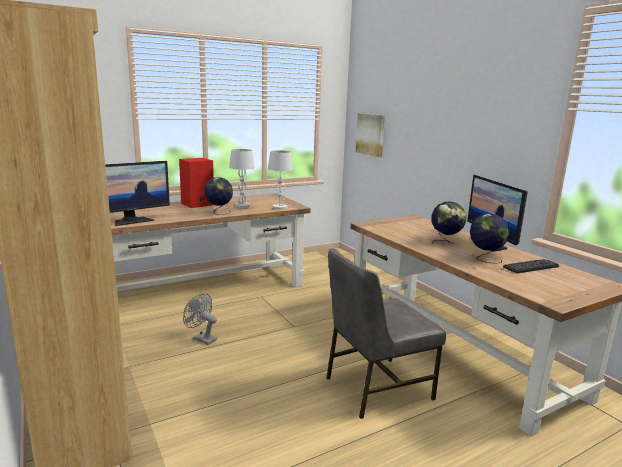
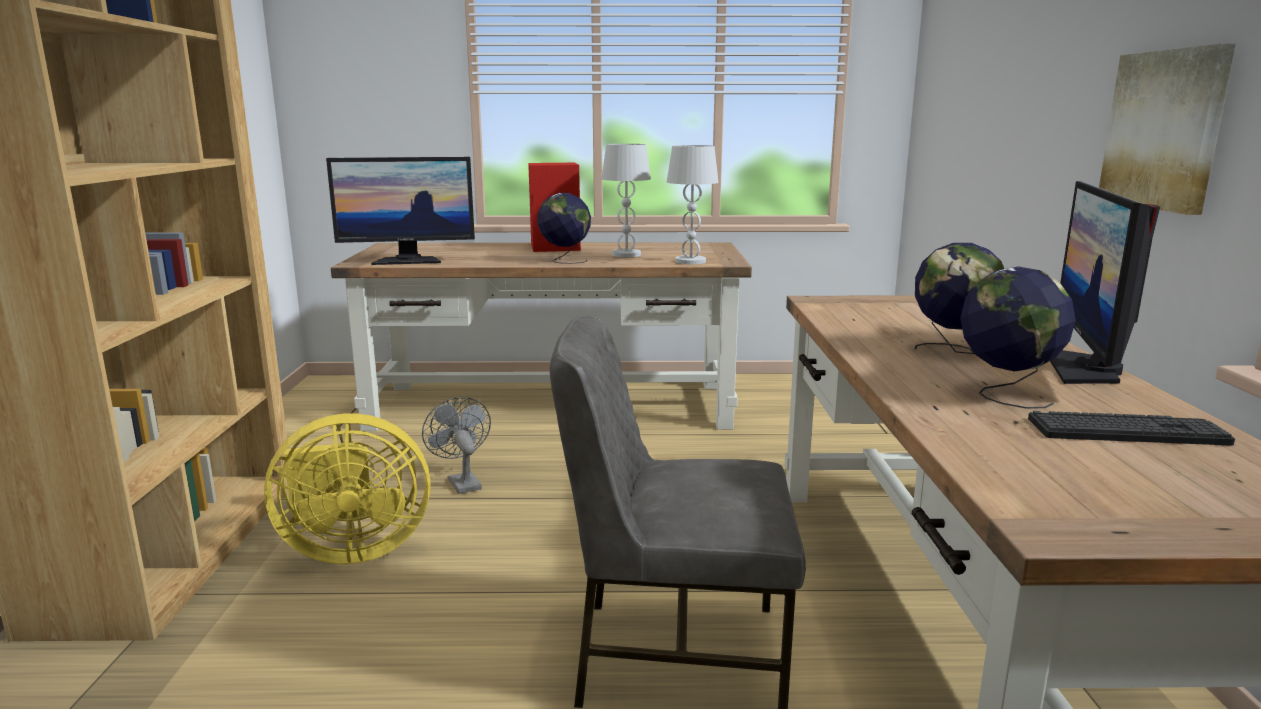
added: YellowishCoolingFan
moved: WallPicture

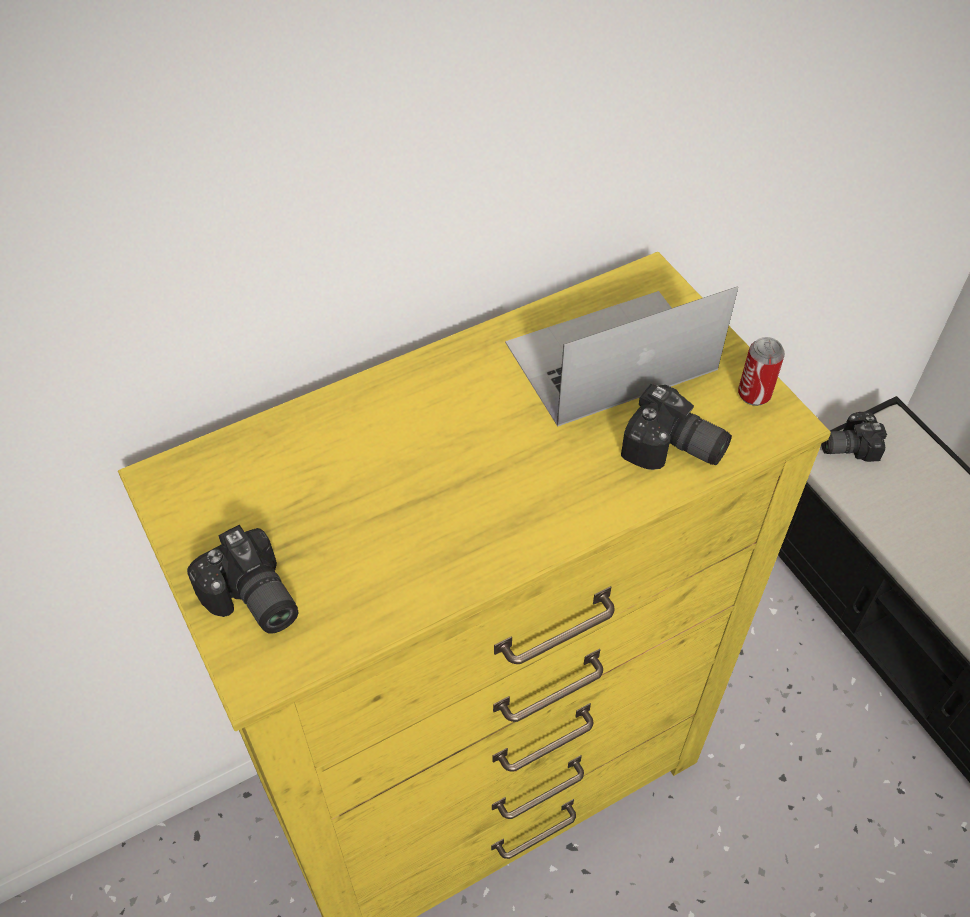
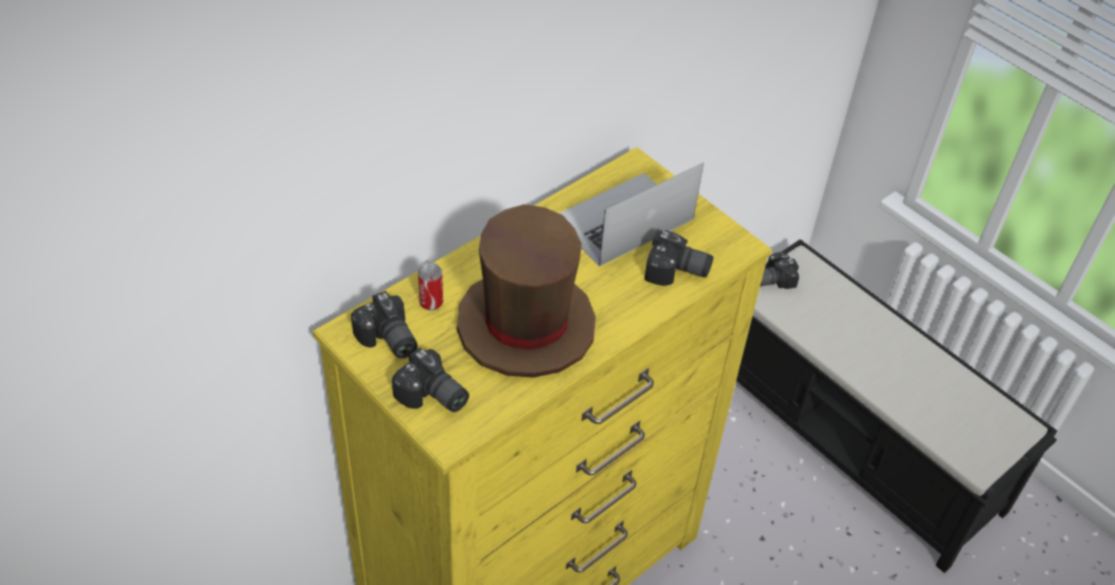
added: PhotoCamera (1st from left); BrownishWearableHat
moved: SealedCan

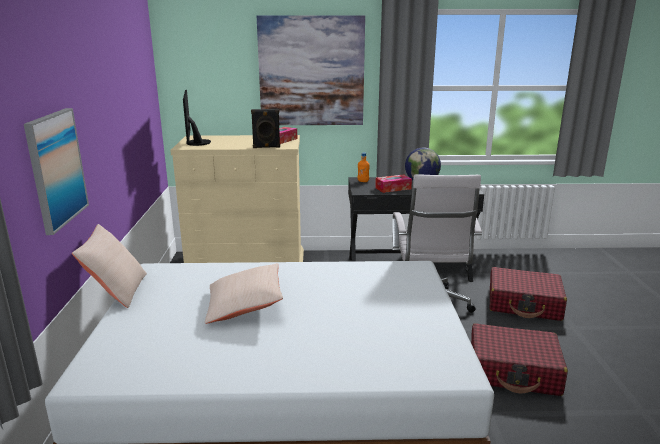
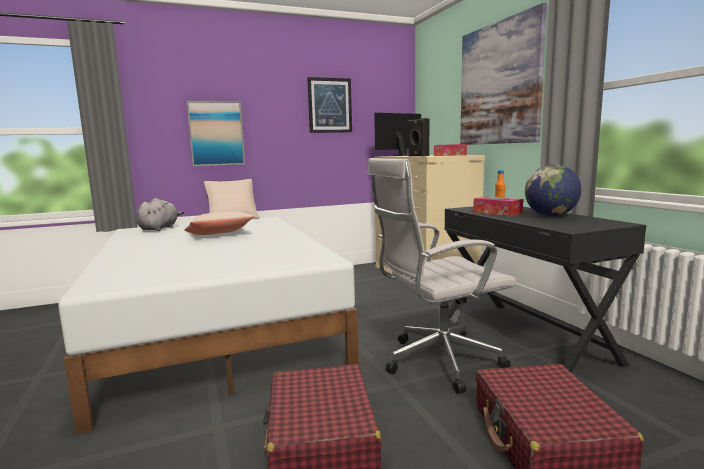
added: GreyishPlushToy; WallPicture (2nd from left)

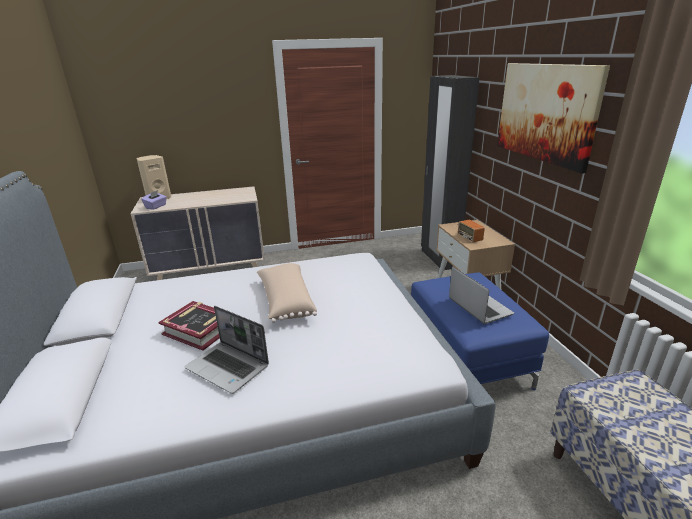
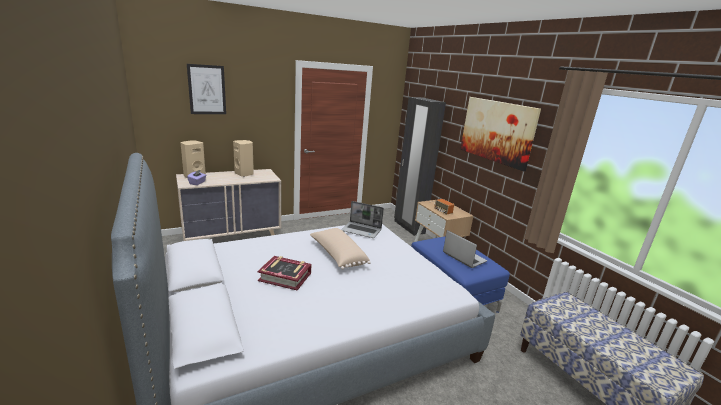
added: WallPicture (1st from left); BeigeLoudspeaker (2nd from left)
moved: Laptop (1st from left)

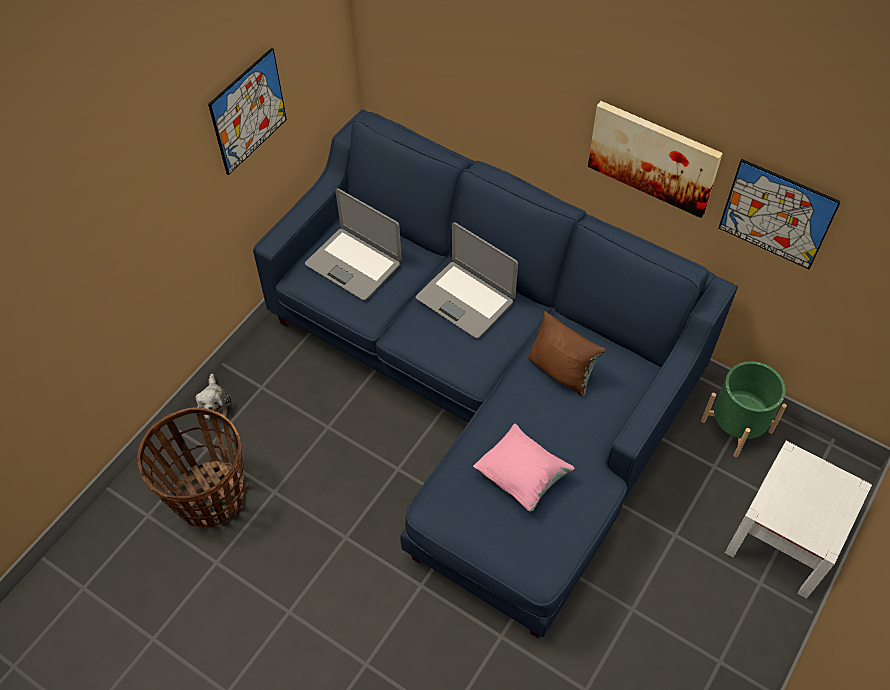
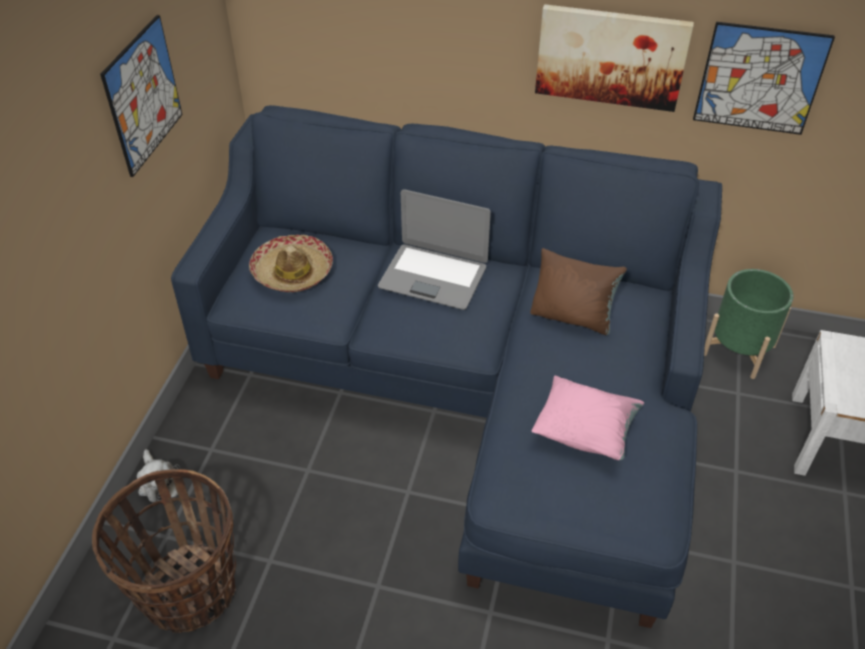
replaced: Laptop (1st from left) to WearableHat

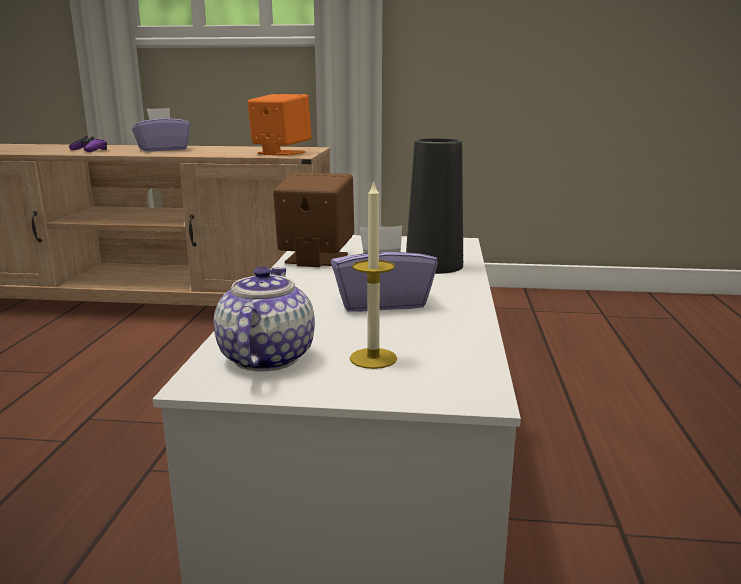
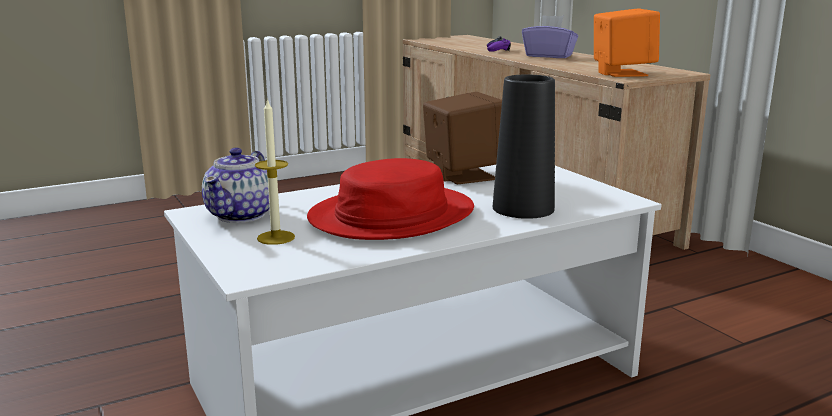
replaced: PurpleColouredBoxOfTissues (2nd from left) to ReddishWearableHat
turned: Teapot 135 degrees clockwise

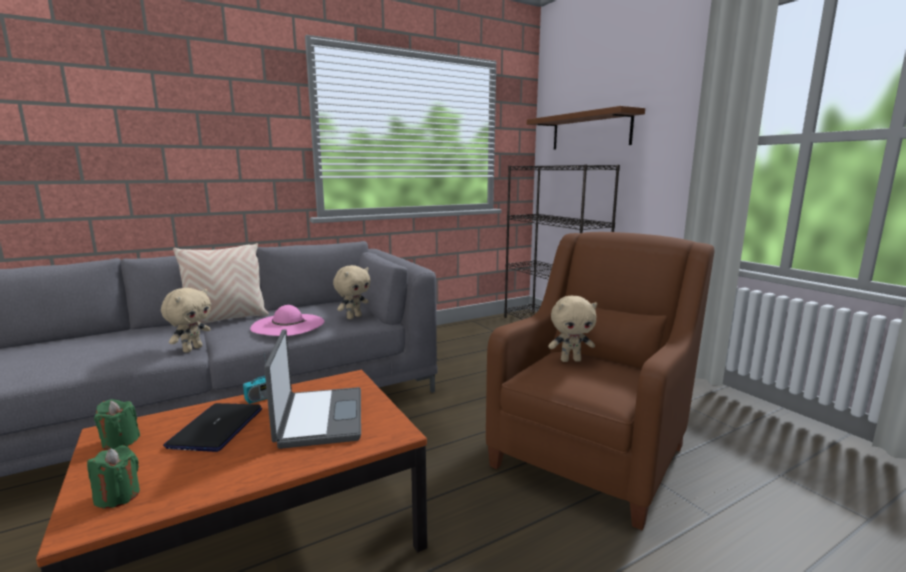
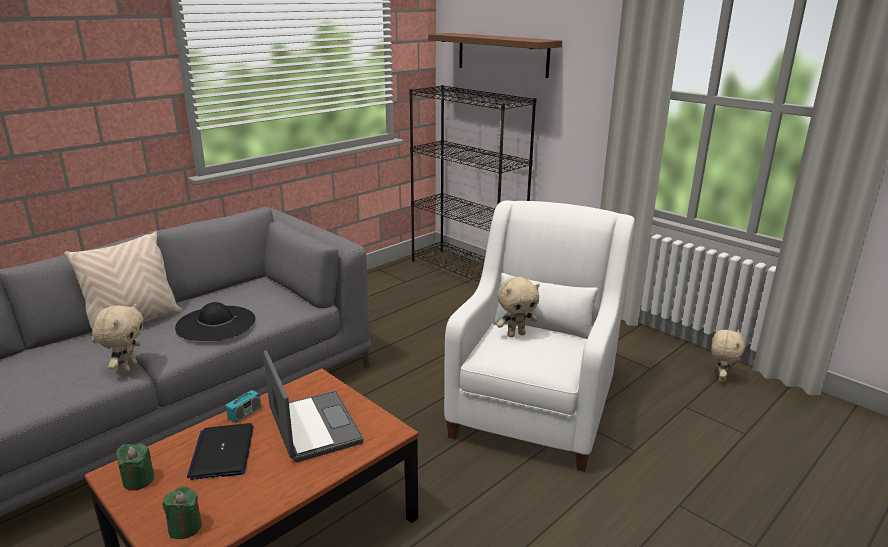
moved: BeigePlushToy (2nd from left in the first image) to BeigePlushToy (3rd from left)
recoloured: PinkWearableHat to BlackColouredWearableHat; BrownishLoungeChair to WhiteLoungeChair

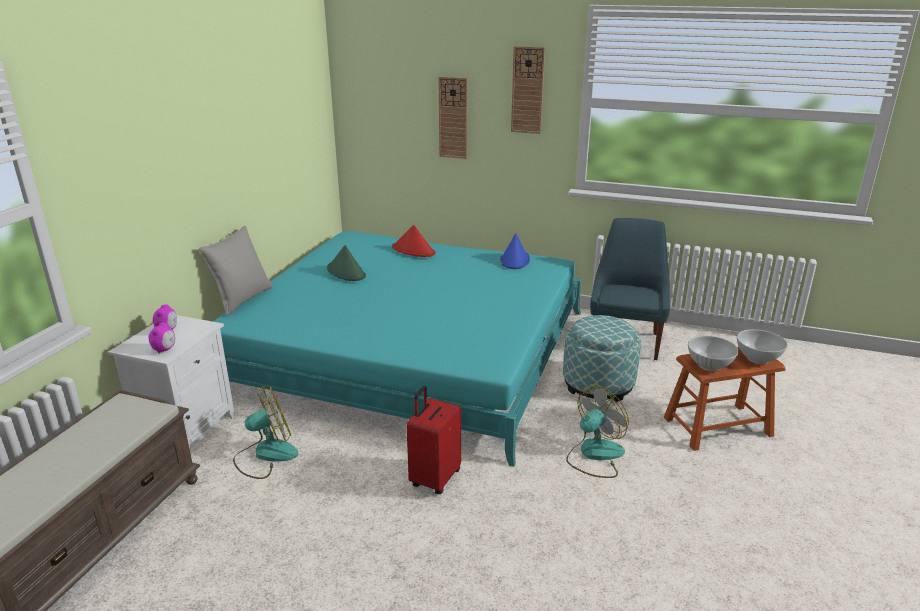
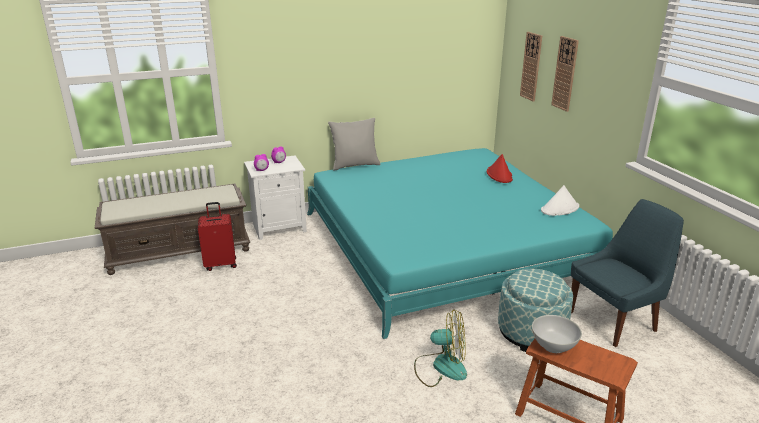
removed: CoolingFan (1st from left); GreenishWearableHat; WhiteBowl (2nd from left)
moved: ReddishPieceOfLuggage; HangingClock (2nd from left in the first image) to HangingClock (1st from left)
recoloured: BluishWearableHat to WhiteWearableHat

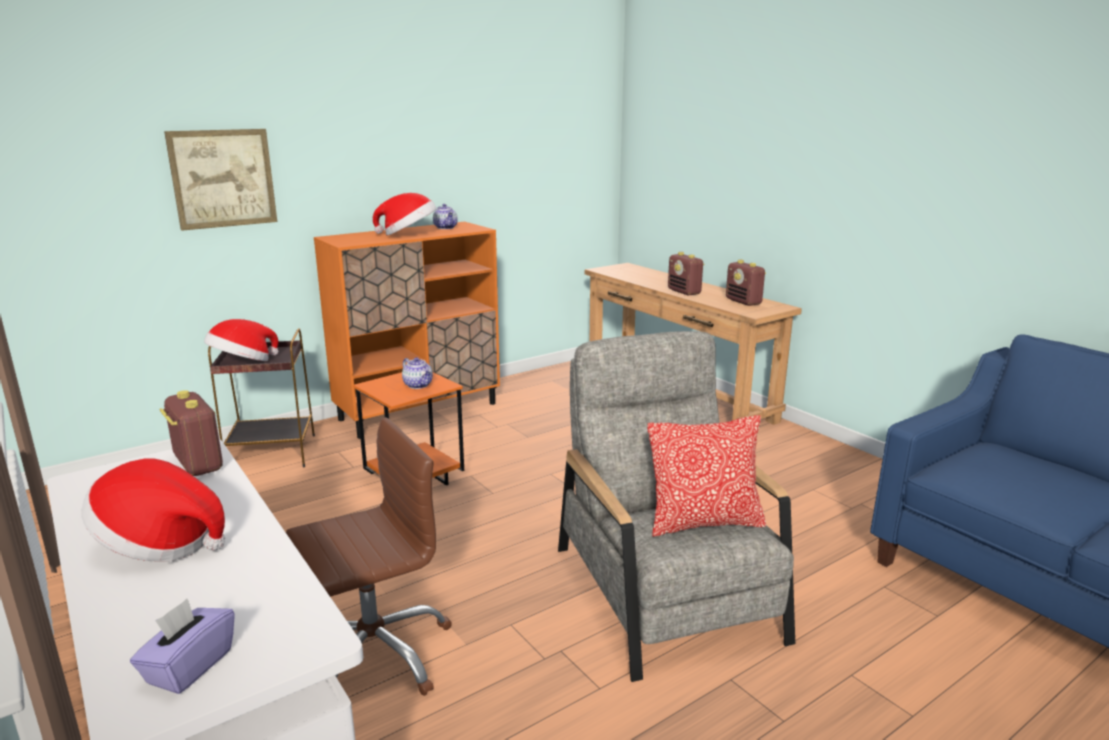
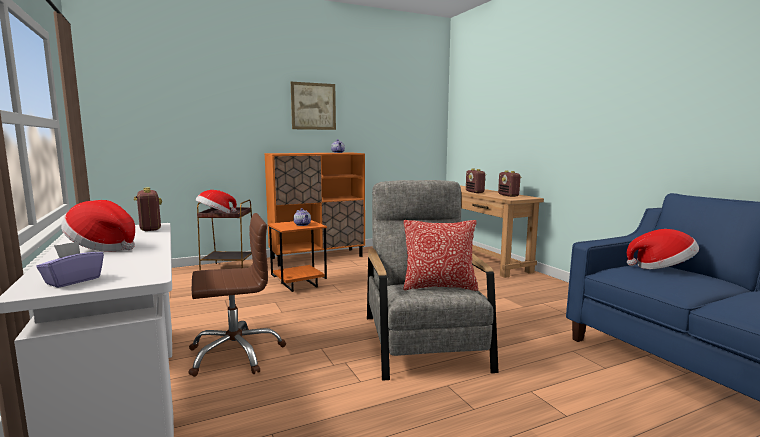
moved: WallPicture; WearableHat (3rd from left)

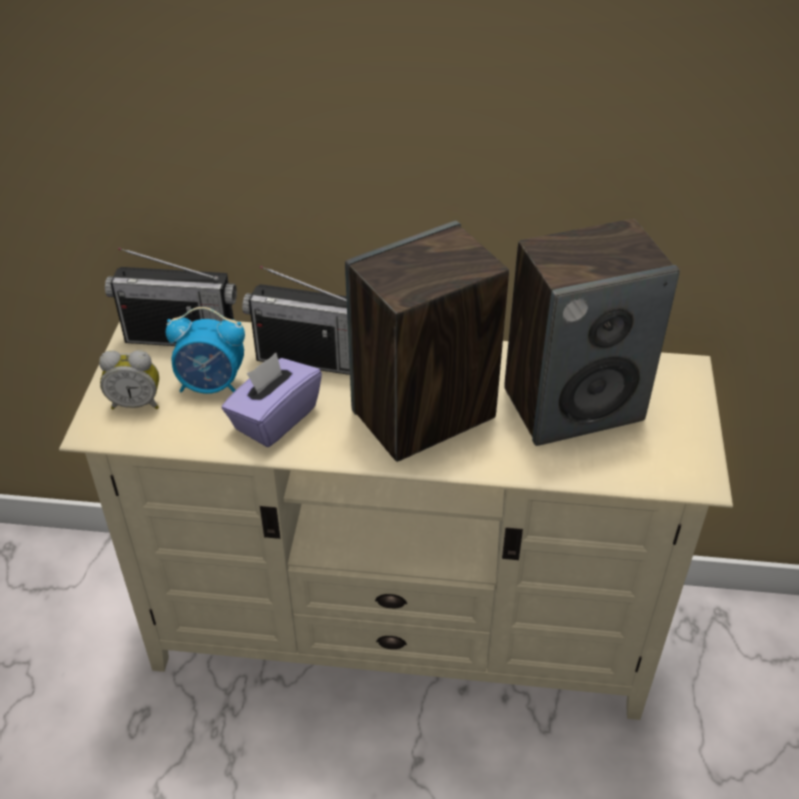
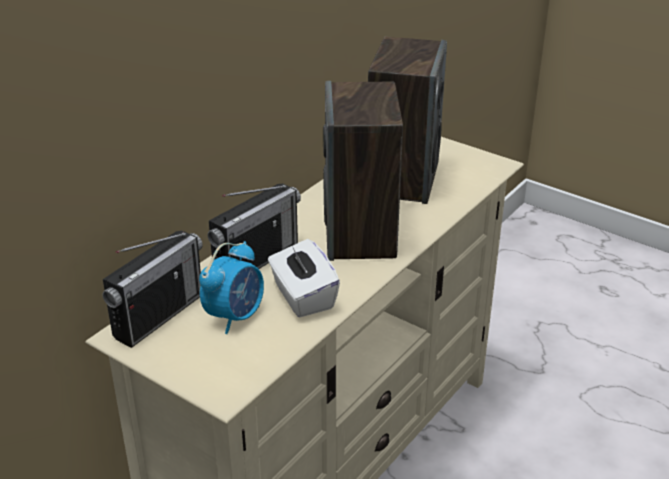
removed: BedsideClock (1st from left)
recoloured: PurpleColouredBoxOfTissues to WhiteBoxOfTissues

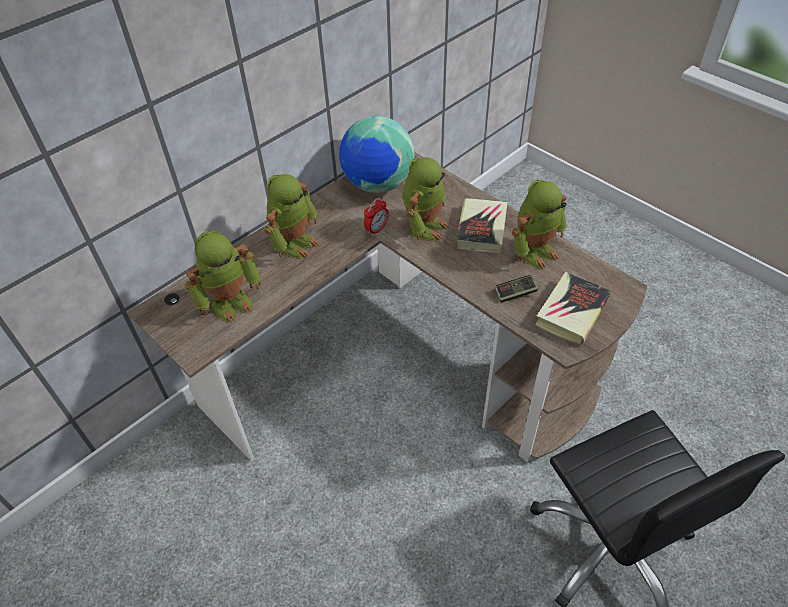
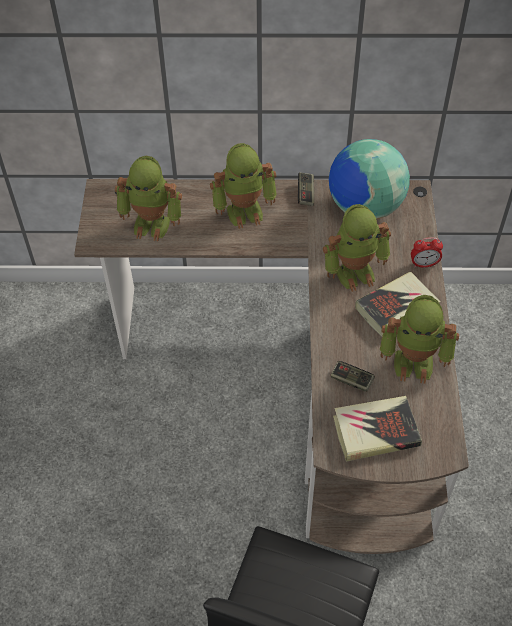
added: Joypad (1st from left)
moved: BedsideClock

